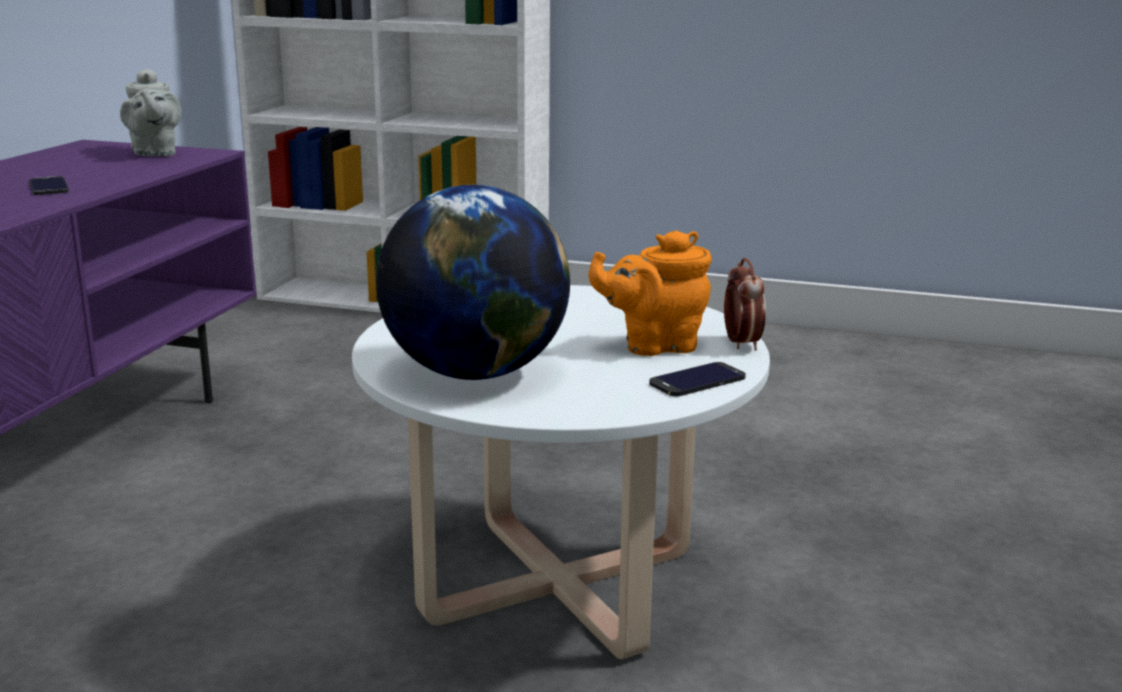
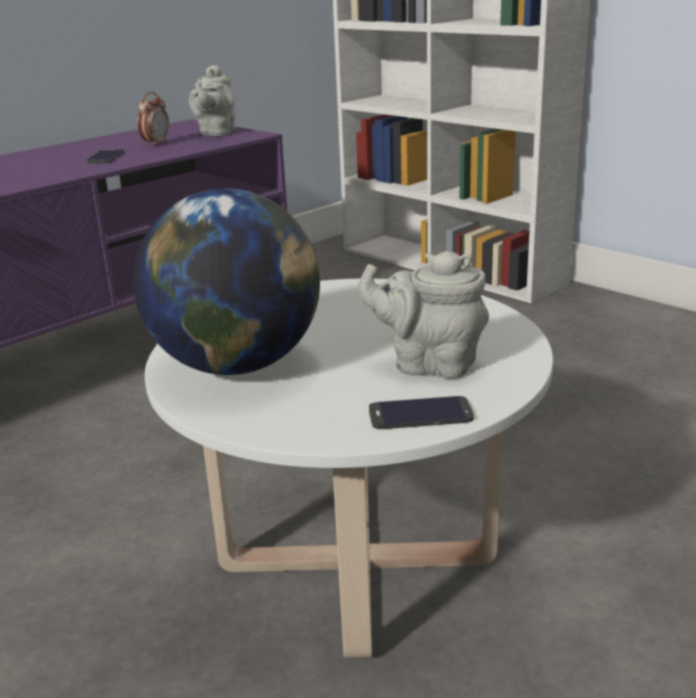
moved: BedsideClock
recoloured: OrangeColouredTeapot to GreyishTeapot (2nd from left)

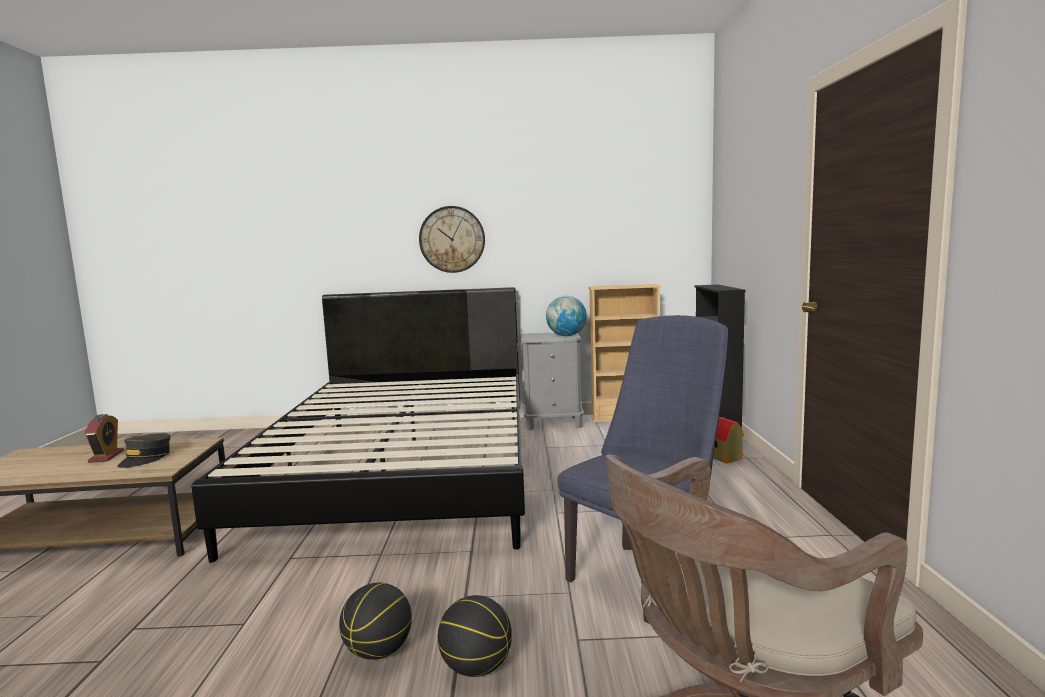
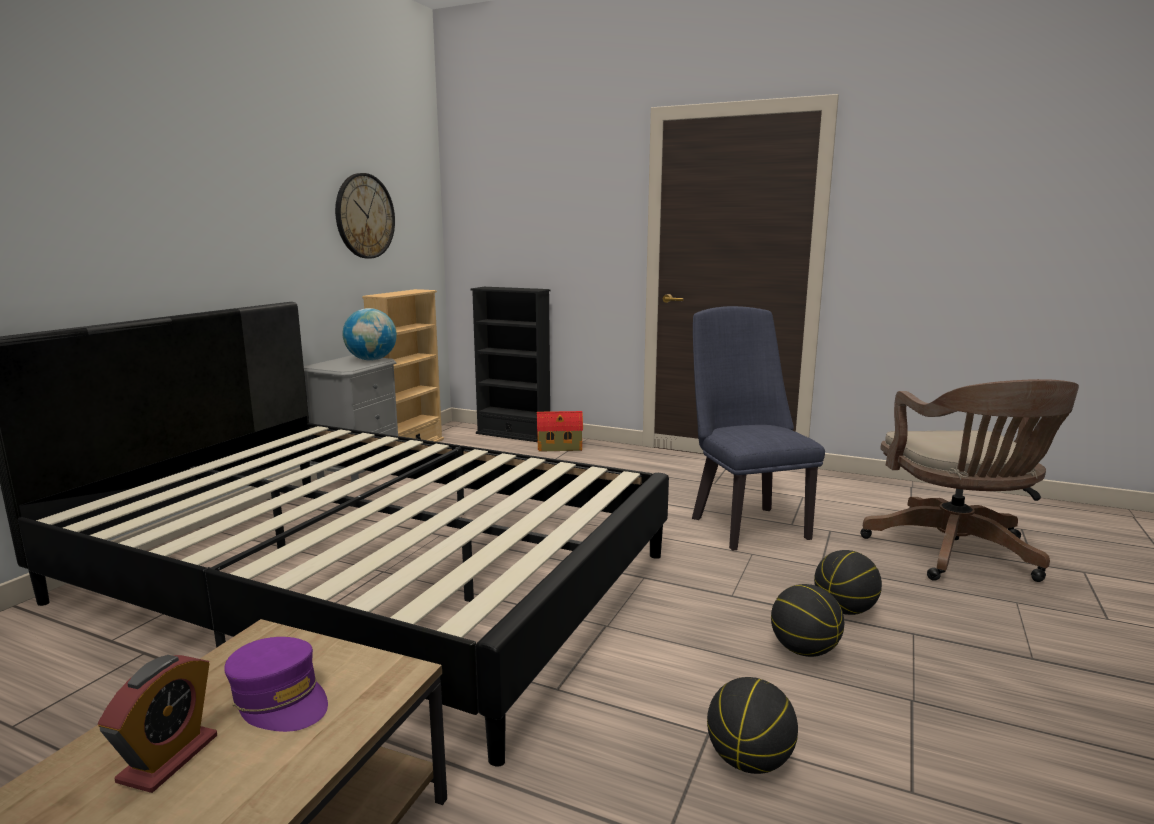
added: BasketballBall (1st from left)
moved: HangingClock
recoloured: GreyishCap to PurpleColouredCap
turned: BedsideClock 90 degrees clockwise

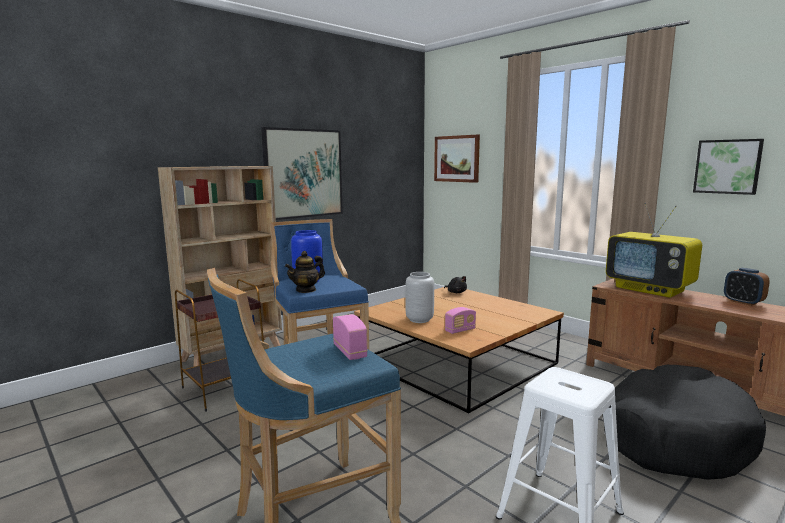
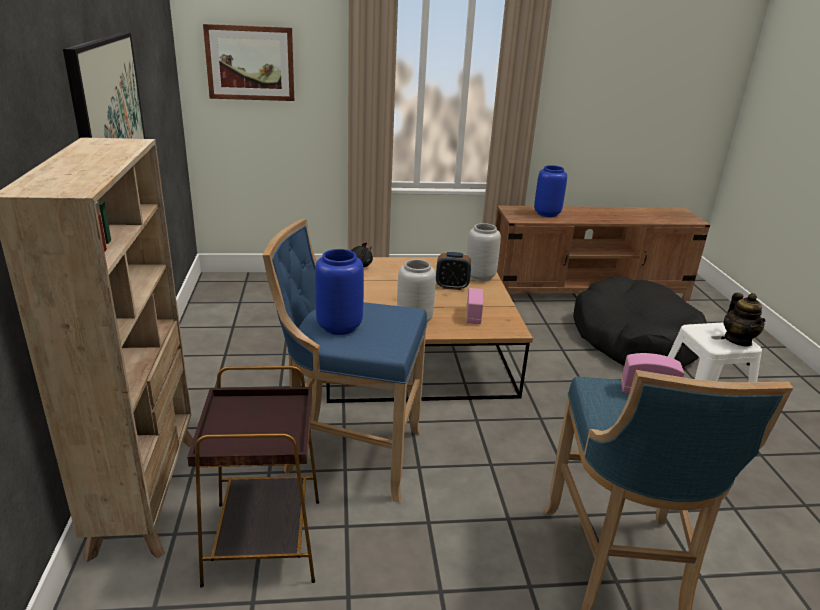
removed: WallPicture (3rd from left)
added: GreyishVase (2nd from left)
moved: BedsideClock; Teapot
replaced: Television to BluishVase (2nd from left)

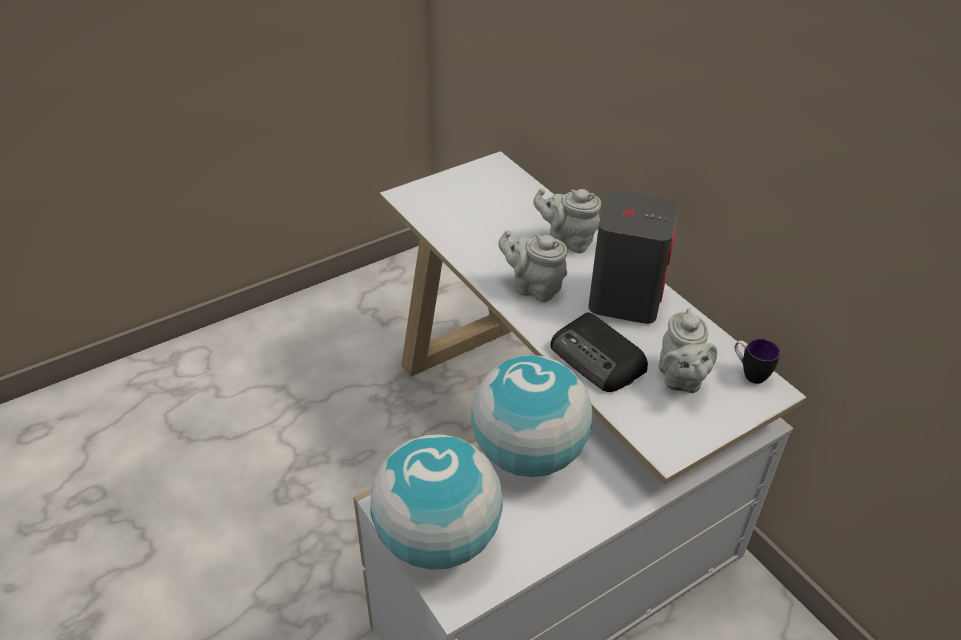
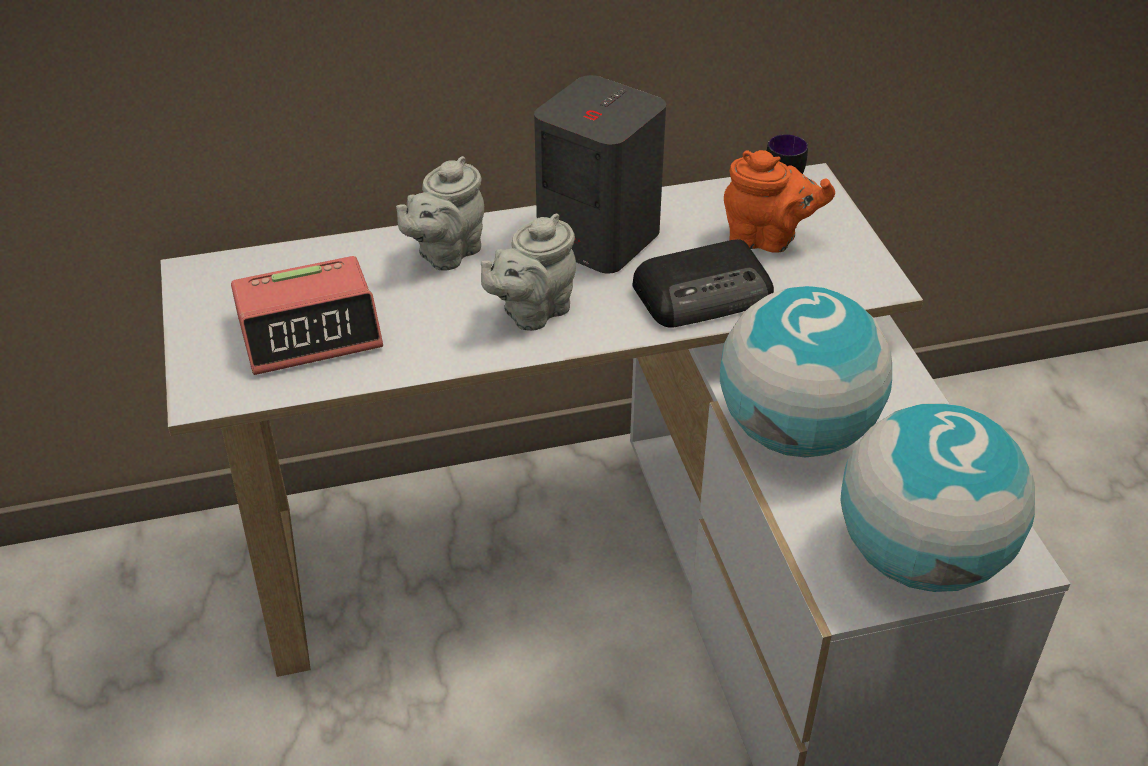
added: BedsideClock
recoloured: GreyishTeapot (3rd from left) to OrangeColouredTeapot

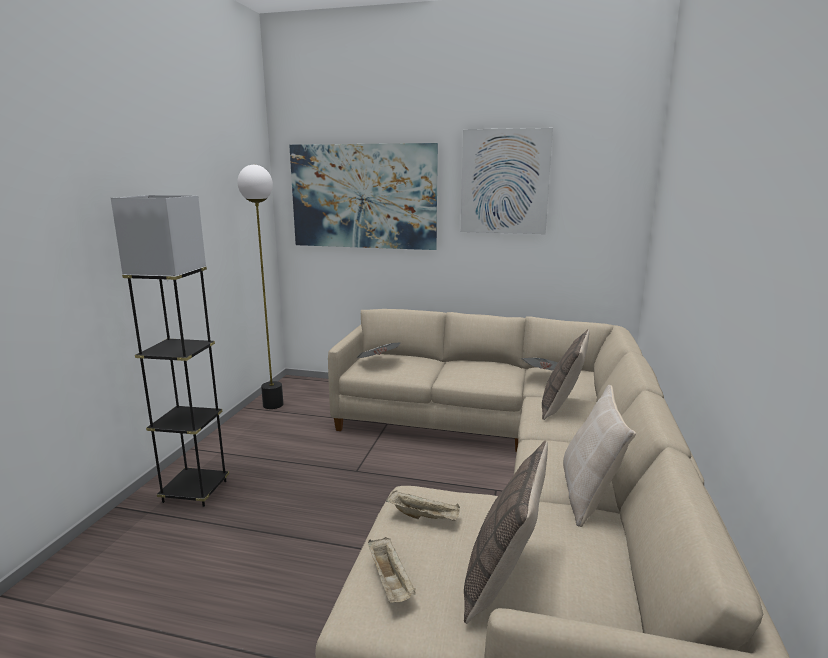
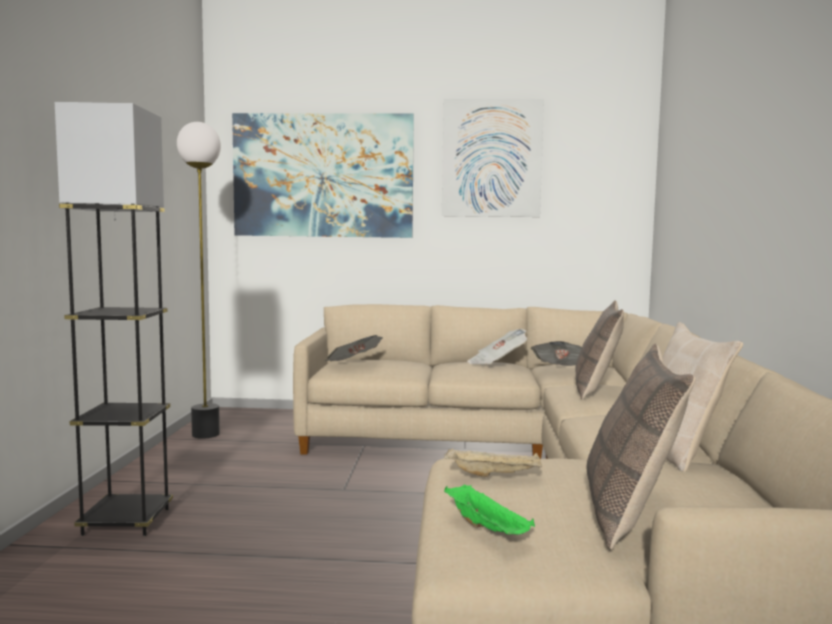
added: DailyPaper (2nd from left)
recoloured: BeigeServingTray (1st from left) to GreenishServingTray

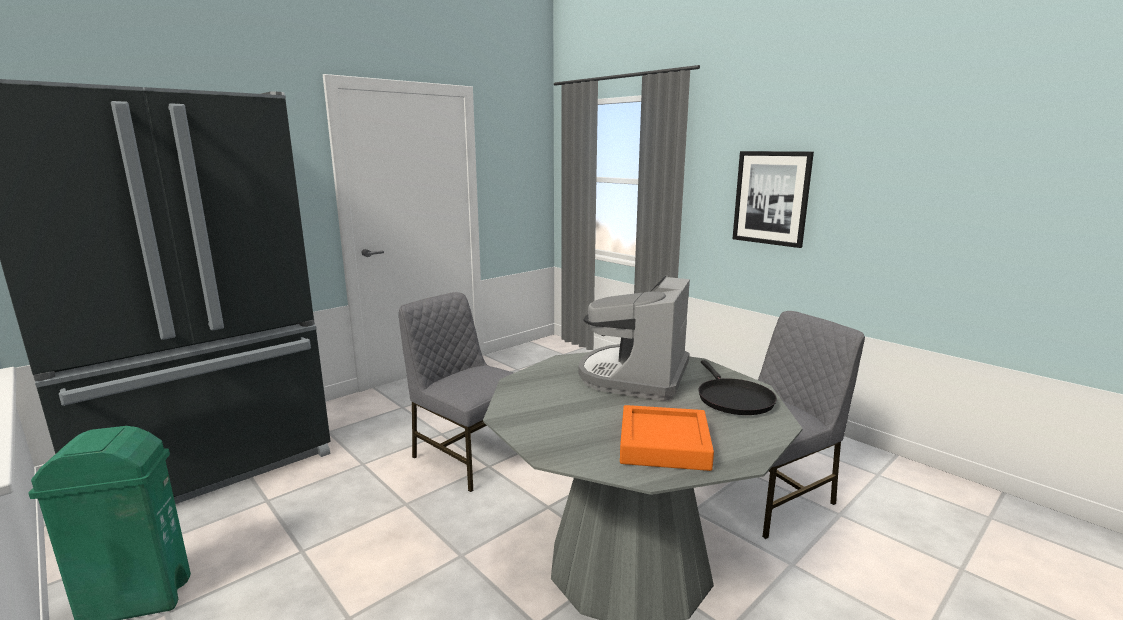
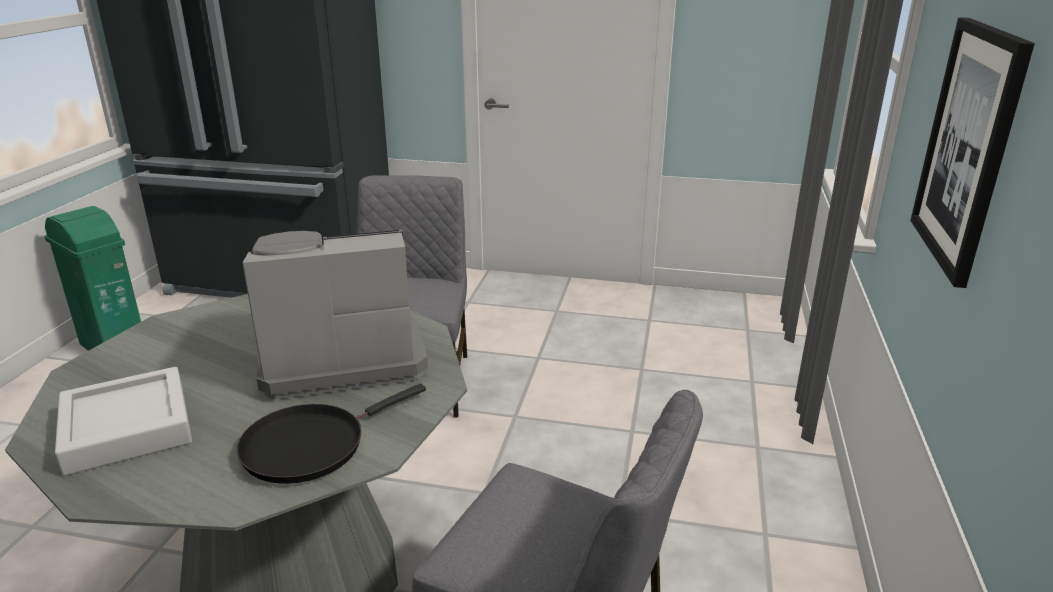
recoloured: OrangeColouredServingTray to GreyishServingTray

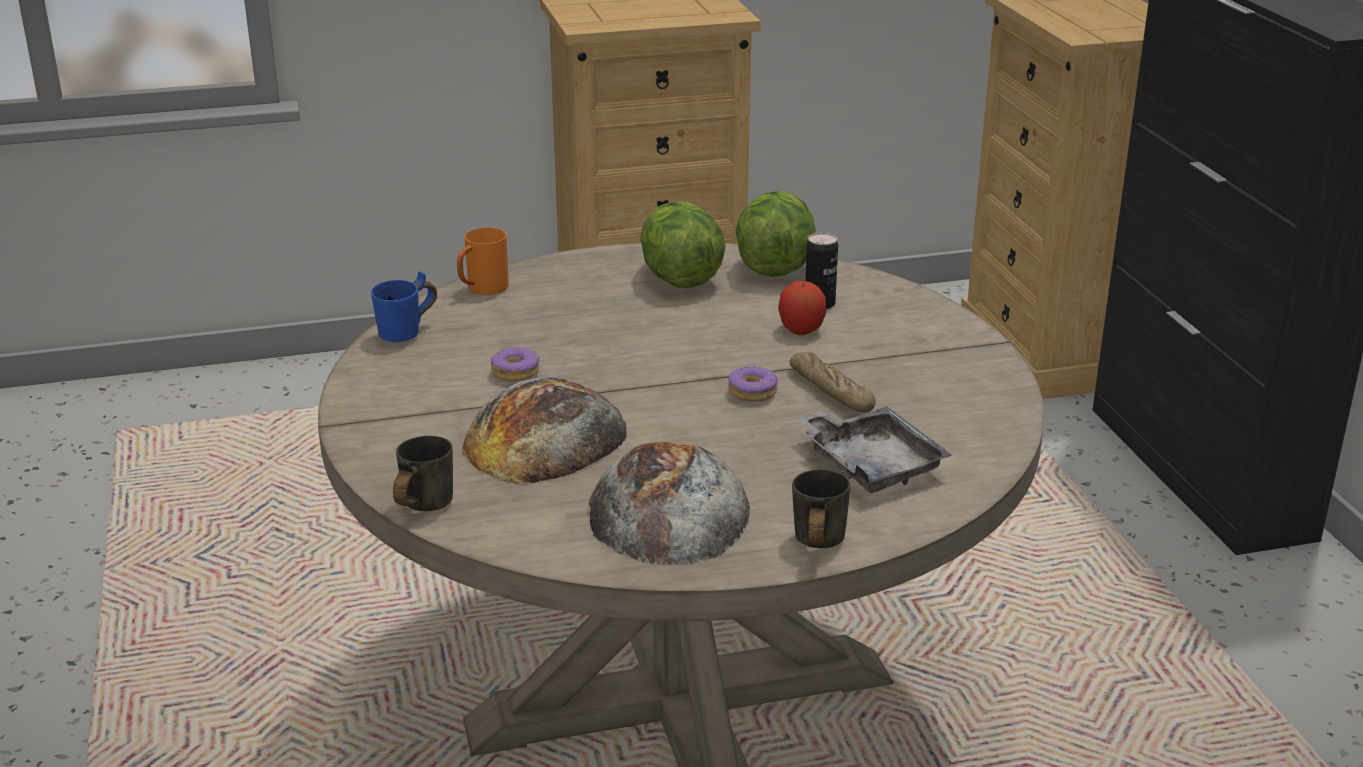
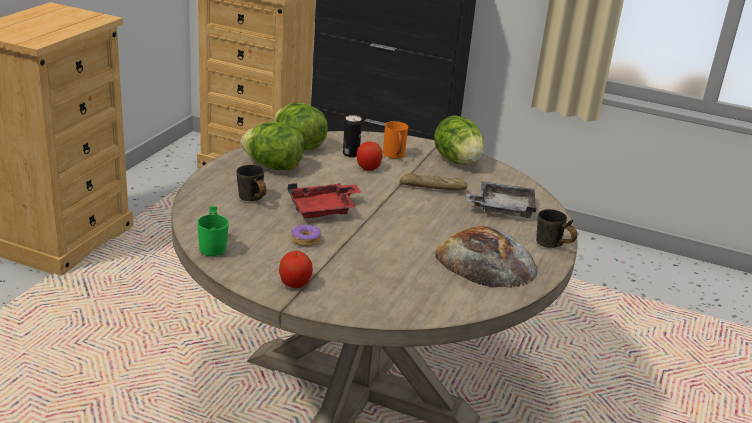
removed: BakeryBread (1st from left); RingDoughnut (2nd from left)
added: Apple (1st from left); ReddishServingTray; LettuceHead (3rd from left)
moved: GreyishMug (1st from left); OrangeColouredMug
recoloured: BluishMug to GreenishMug

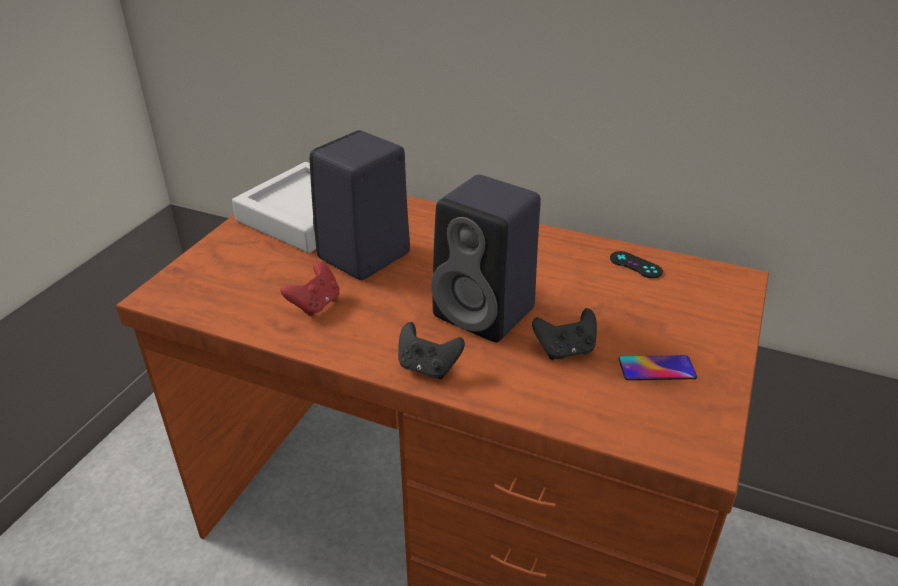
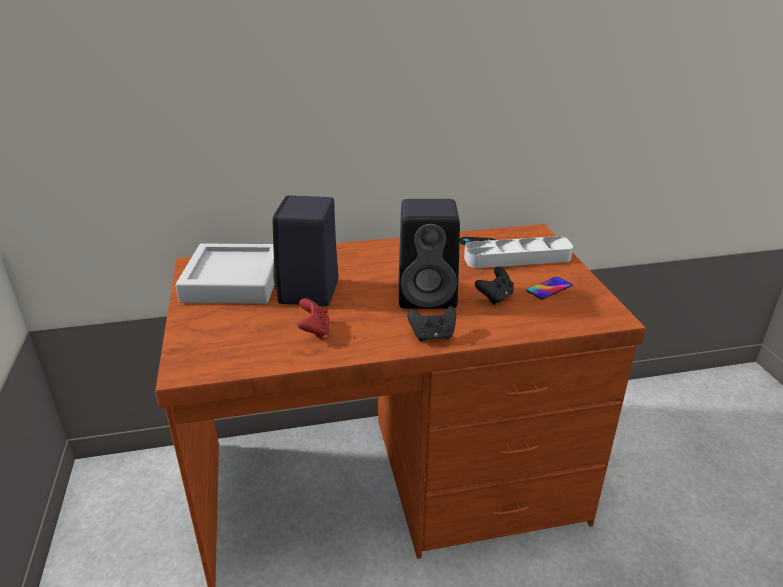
added: GreyishServingTray (2nd from left)

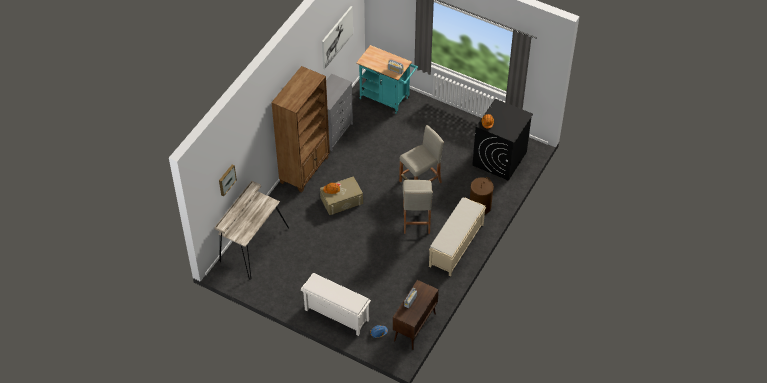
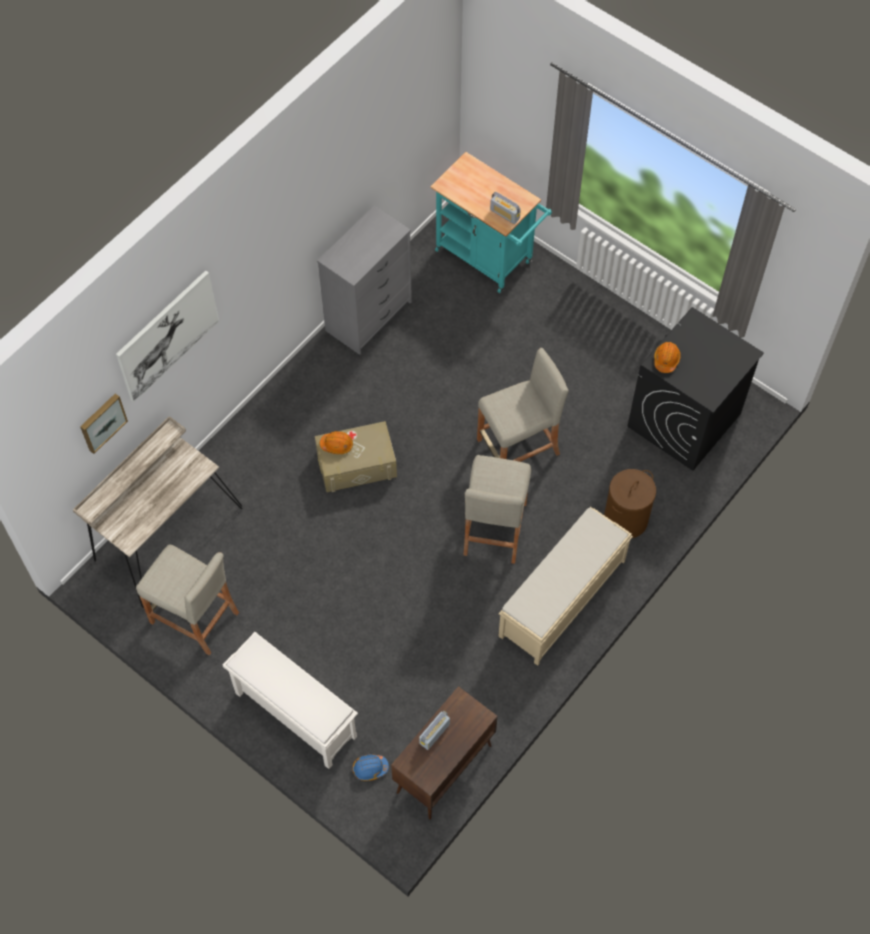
removed: BrownishBookshelf
added: BeigeStool (1st from left)
moved: WallPicture (2nd from left)

